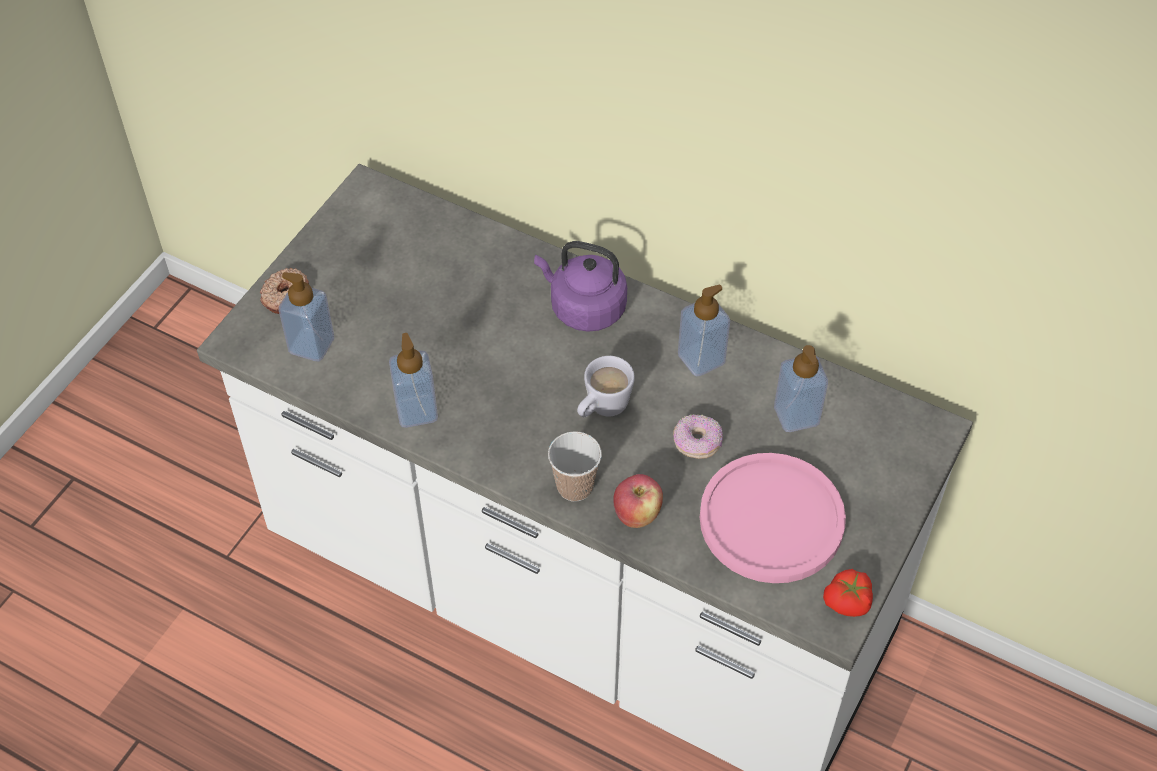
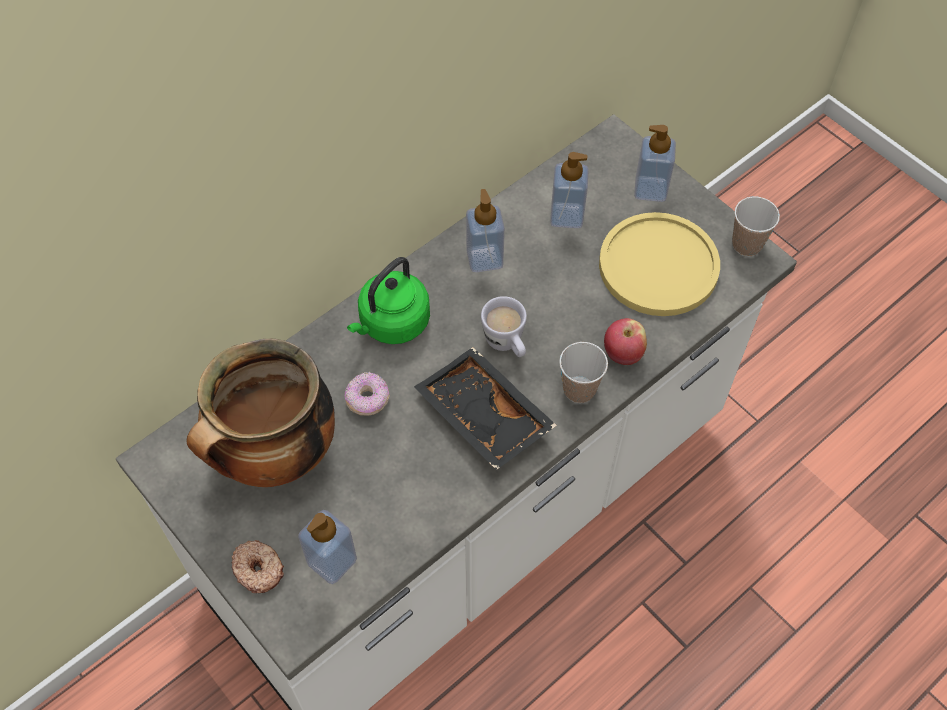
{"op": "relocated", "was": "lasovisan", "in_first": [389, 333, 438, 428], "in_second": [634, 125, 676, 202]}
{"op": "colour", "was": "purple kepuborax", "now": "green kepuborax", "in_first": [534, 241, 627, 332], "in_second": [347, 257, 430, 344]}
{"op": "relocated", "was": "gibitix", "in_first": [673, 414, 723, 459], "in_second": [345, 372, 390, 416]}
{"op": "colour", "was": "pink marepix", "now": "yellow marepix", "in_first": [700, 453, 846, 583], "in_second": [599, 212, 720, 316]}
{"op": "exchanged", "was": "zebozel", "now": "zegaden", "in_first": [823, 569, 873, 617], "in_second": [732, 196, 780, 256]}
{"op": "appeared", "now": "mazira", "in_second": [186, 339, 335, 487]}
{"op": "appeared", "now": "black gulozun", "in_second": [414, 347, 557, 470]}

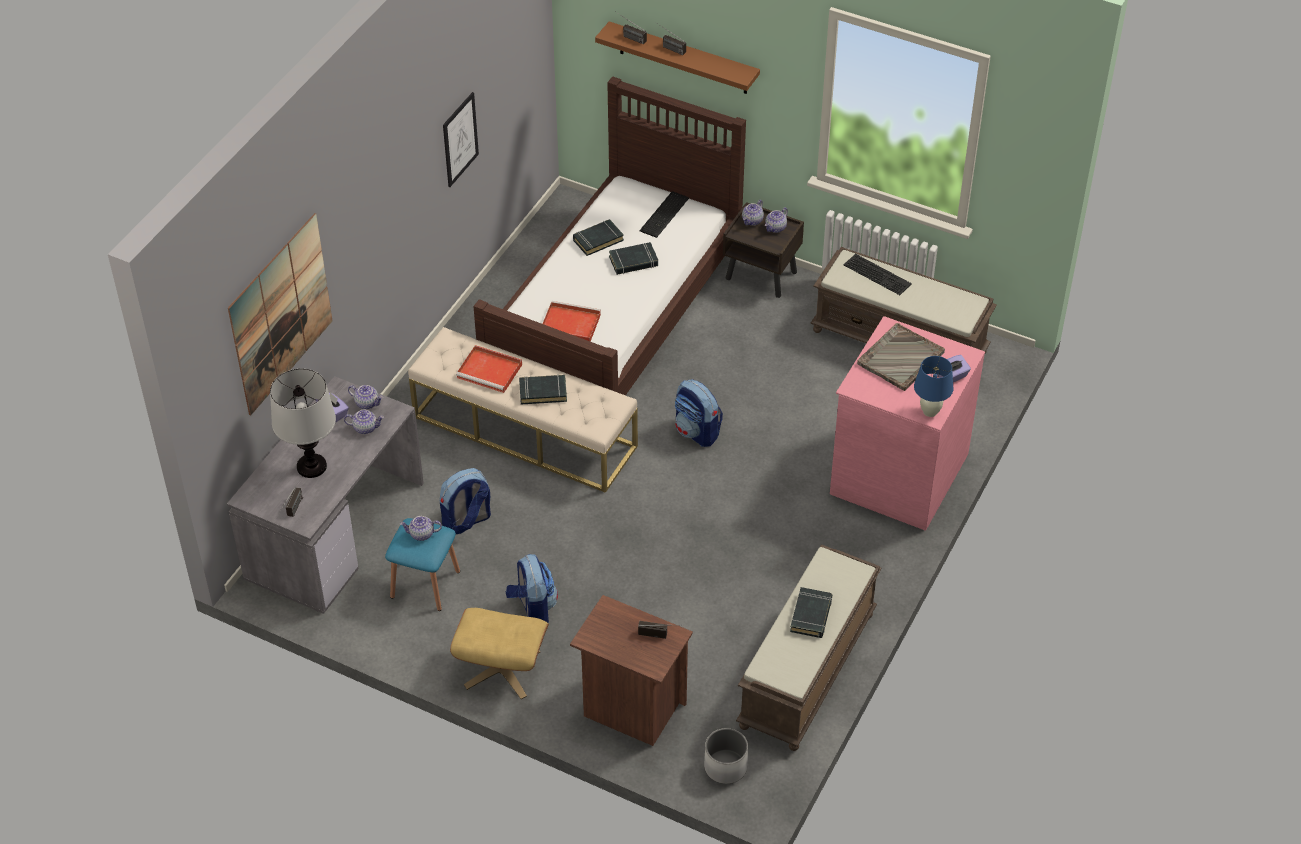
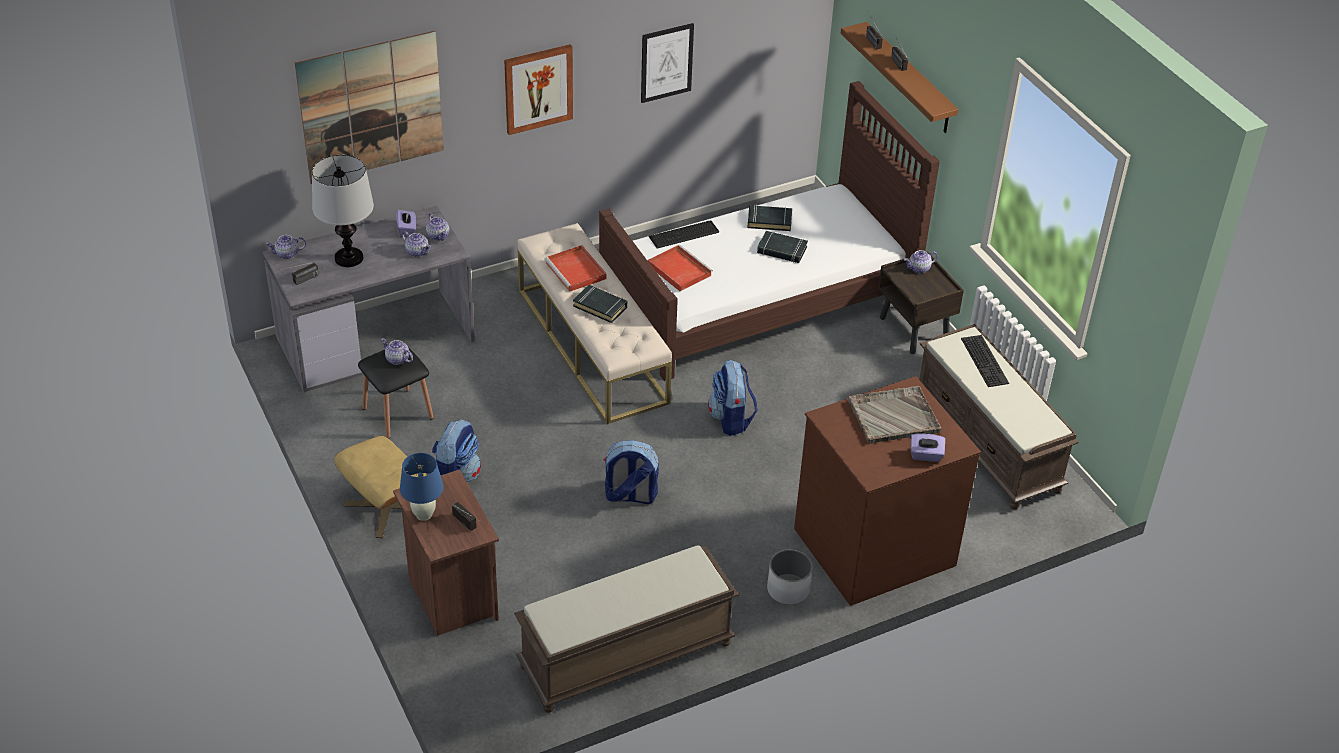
{"op": "colour", "was": "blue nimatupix", "now": "black nimatupix", "in_first": [385, 518, 460, 611], "in_second": [358, 347, 434, 439]}
{"op": "relocated", "was": "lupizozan", "in_first": [440, 468, 491, 534], "in_second": [604, 440, 659, 504]}
{"op": "relocated", "was": "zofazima", "in_first": [639, 192, 689, 238], "in_second": [649, 220, 719, 249]}
{"op": "relocated", "was": "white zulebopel", "in_first": [704, 728, 748, 784], "in_second": [767, 550, 812, 605]}
{"op": "relocated", "was": "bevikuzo", "in_first": [765, 207, 788, 233], "in_second": [265, 235, 306, 259]}
{"op": "missing", "was": "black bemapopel", "in_first": [790, 587, 832, 638]}
{"op": "colour", "was": "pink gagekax", "now": "brown gagekax", "in_first": [830, 316, 985, 530], "in_second": [794, 376, 981, 606]}
{"op": "relocated", "was": "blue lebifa", "in_first": [914, 356, 953, 417], "in_second": [400, 453, 444, 521]}
{"op": "appeared", "now": "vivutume", "in_second": [504, 44, 573, 135]}

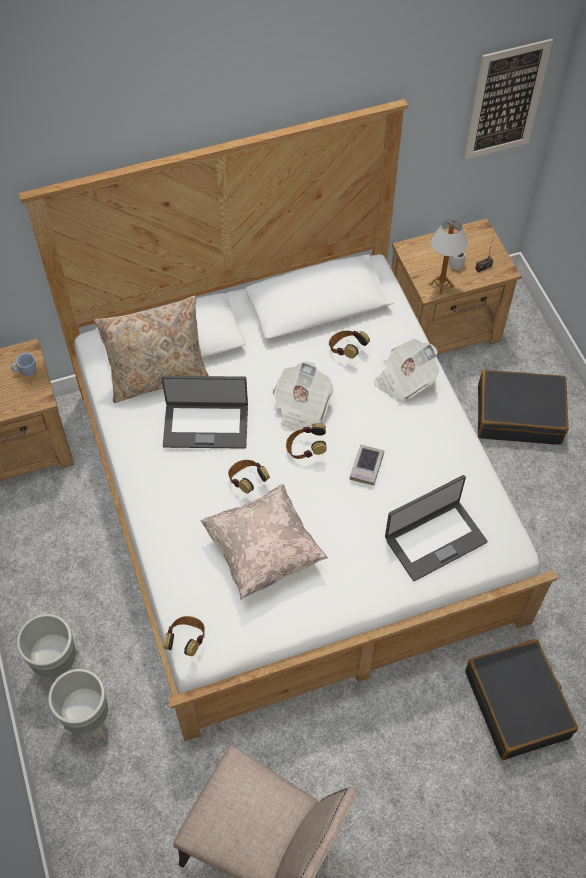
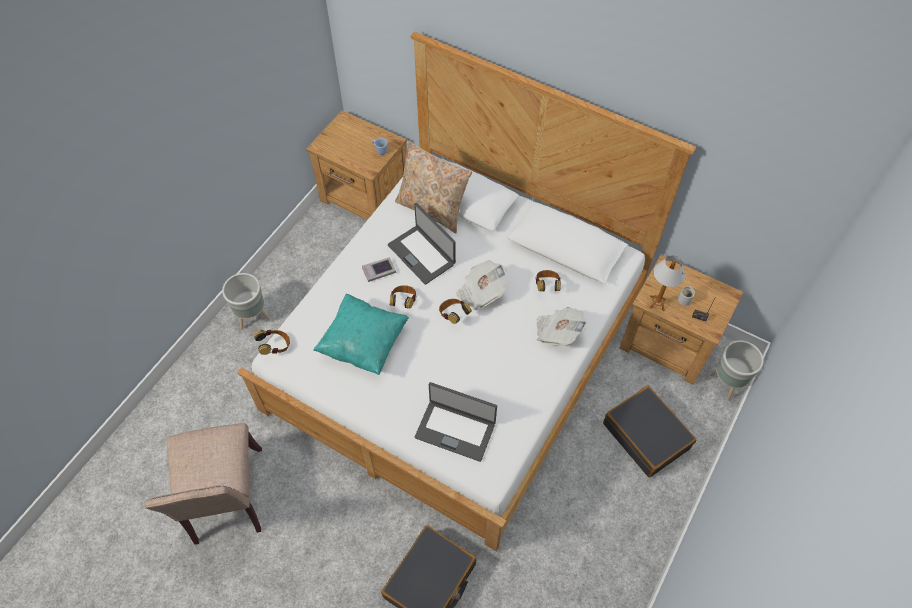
{"op": "relocated", "was": "grey zulebopel", "in_first": [48, 669, 108, 740], "in_second": [710, 340, 764, 400]}
{"op": "colour", "was": "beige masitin", "now": "turquoise masitin", "in_first": [201, 485, 328, 600], "in_second": [313, 293, 409, 375]}
{"op": "relocated", "was": "bemapopel", "in_first": [350, 445, 384, 485], "in_second": [362, 257, 396, 282]}
{"op": "missing", "was": "vivutume", "in_first": [464, 39, 553, 159]}

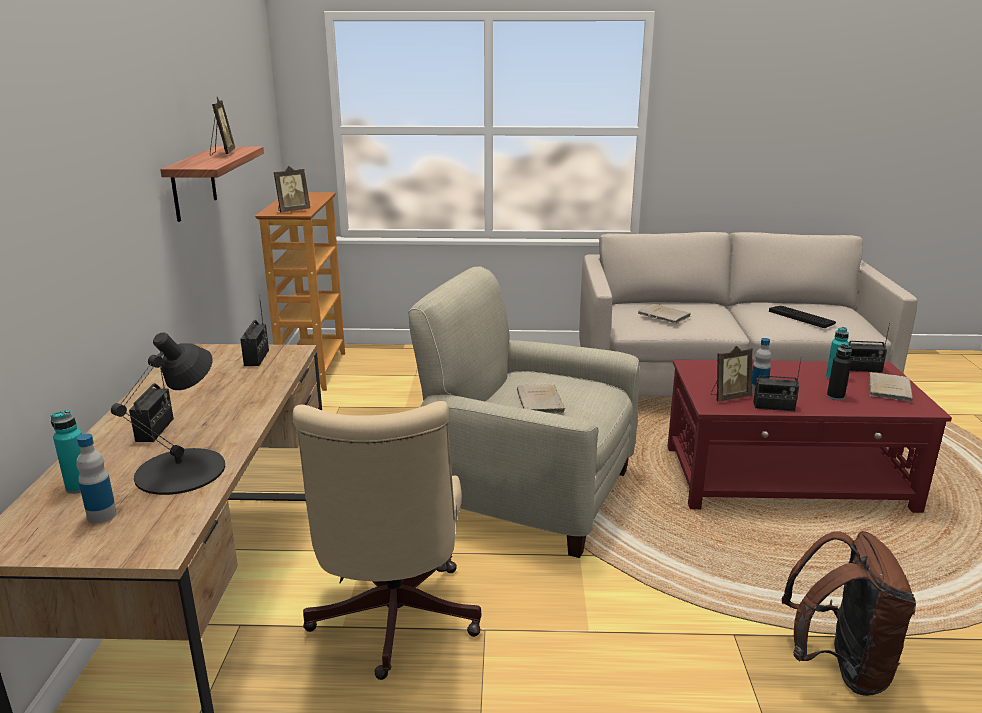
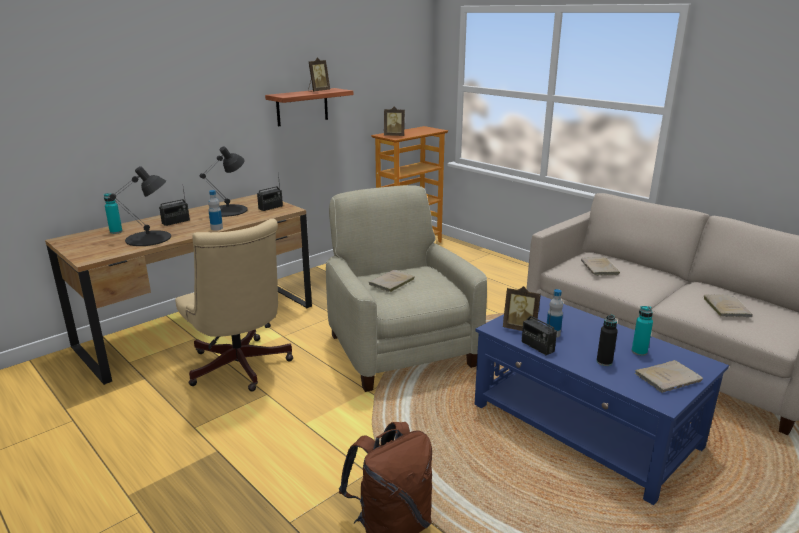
{"op": "relocated", "was": "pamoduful", "in_first": [76, 434, 117, 523], "in_second": [208, 190, 223, 231]}
{"op": "spun", "was": "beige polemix", "in_first": [293, 401, 481, 680], "in_second": [175, 218, 293, 391], "clockwise": -75}
{"op": "colour", "was": "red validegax", "now": "blue validegax", "in_first": [667, 360, 952, 513], "in_second": [475, 295, 729, 505]}
{"op": "exchanged", "was": "zofazima", "now": "beige bemapopel", "in_first": [769, 306, 836, 328], "in_second": [704, 295, 753, 317]}
{"op": "missing", "was": "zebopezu", "in_first": [849, 323, 890, 372]}
{"op": "appeared", "now": "black lebifa", "in_second": [200, 146, 248, 217]}

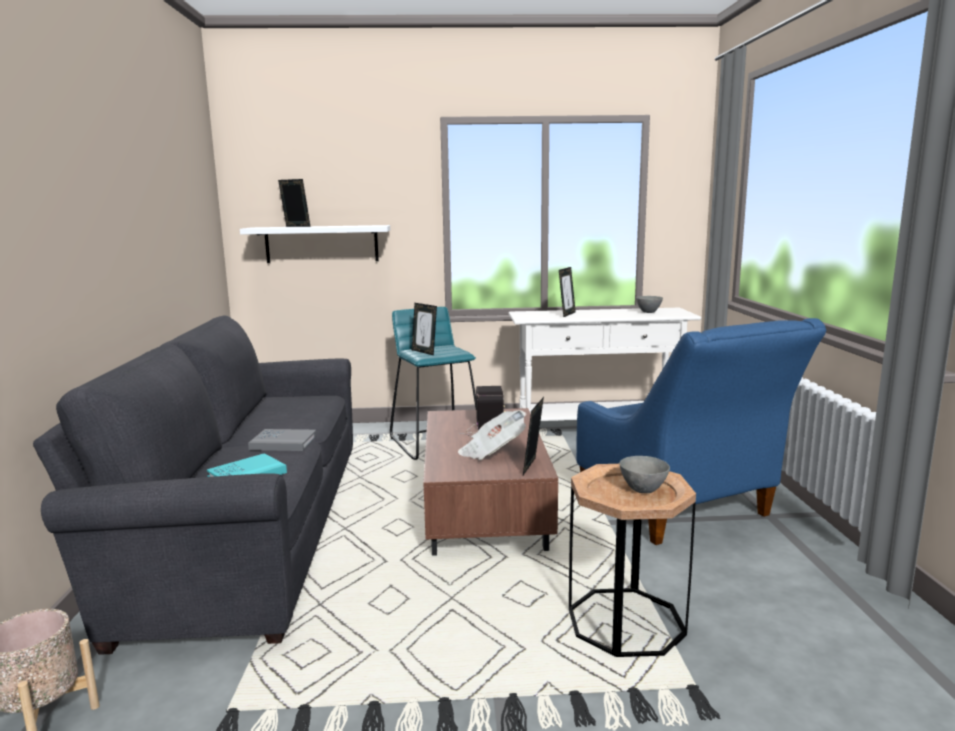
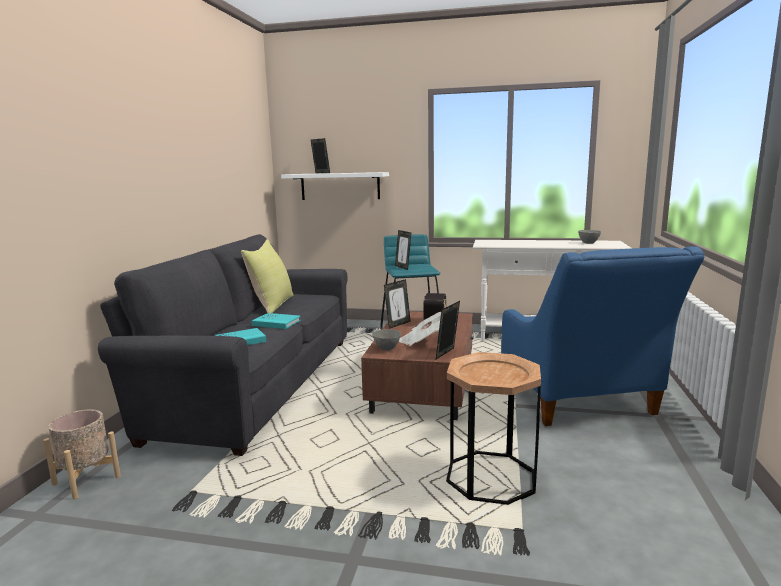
{"op": "colour", "was": "grey bemapopel", "now": "turquoise bemapopel", "in_first": [248, 429, 317, 451], "in_second": [252, 313, 301, 329]}
{"op": "relocated", "was": "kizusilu", "in_first": [559, 267, 576, 317], "in_second": [384, 279, 411, 329]}
{"op": "relocated", "was": "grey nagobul", "in_first": [619, 456, 670, 493], "in_second": [372, 329, 401, 351]}
{"op": "appeared", "now": "yellow masitin", "in_second": [241, 239, 293, 313]}

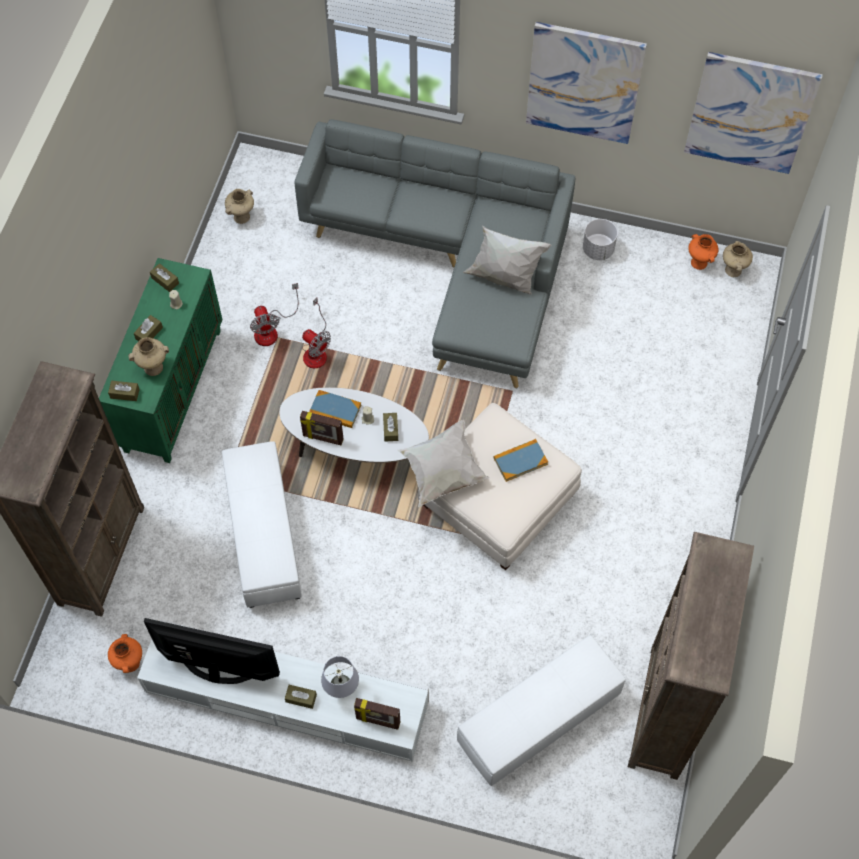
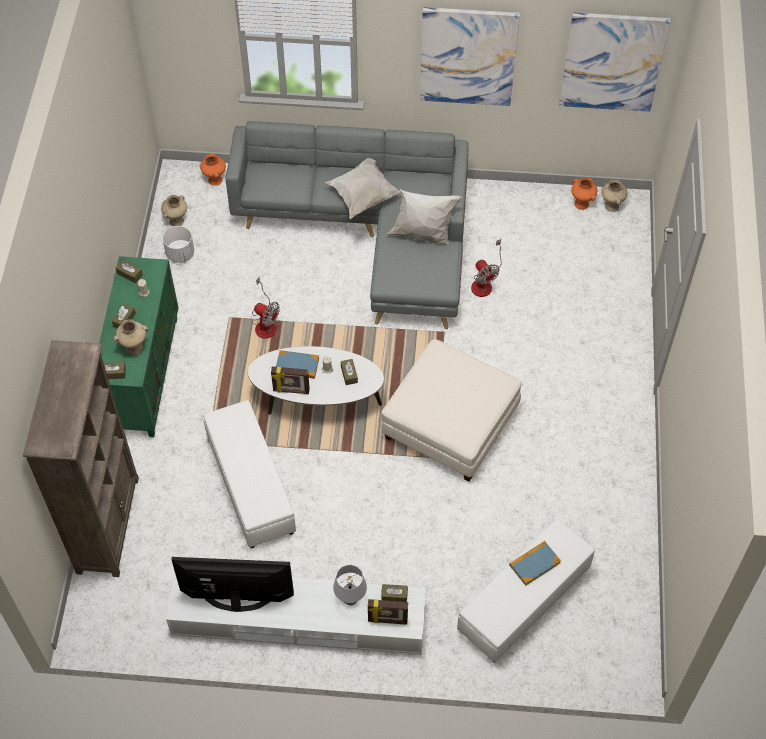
{"op": "relocated", "was": "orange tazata", "in_first": [108, 634, 142, 673], "in_second": [200, 154, 226, 186]}
{"op": "relocated", "was": "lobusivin", "in_first": [250, 283, 299, 346], "in_second": [471, 239, 502, 297]}
{"op": "relocated", "was": "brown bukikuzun", "in_first": [285, 685, 317, 709], "in_second": [381, 584, 408, 602]}
{"op": "relocated", "was": "white masitin", "in_first": [398, 420, 489, 507], "in_second": [325, 158, 400, 219]}
{"op": "relocated", "was": "bemapopel", "in_first": [493, 439, 548, 482], "in_second": [509, 541, 561, 586]}
{"op": "relocated", "was": "white zulebopel", "in_first": [583, 219, 618, 260], "in_second": [163, 226, 194, 263]}
{"op": "missing", "was": "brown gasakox", "in_first": [628, 532, 754, 780]}

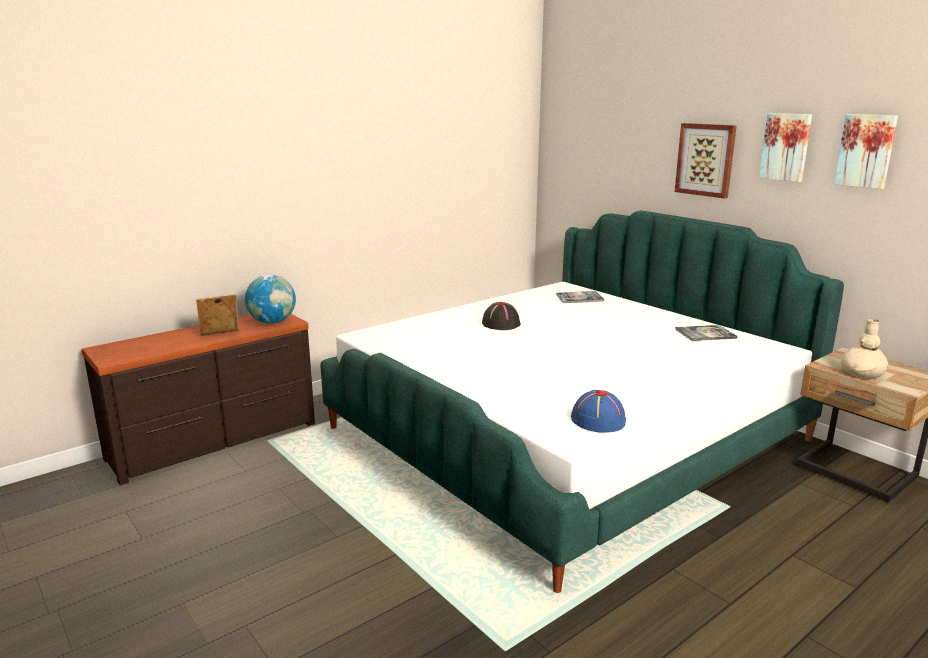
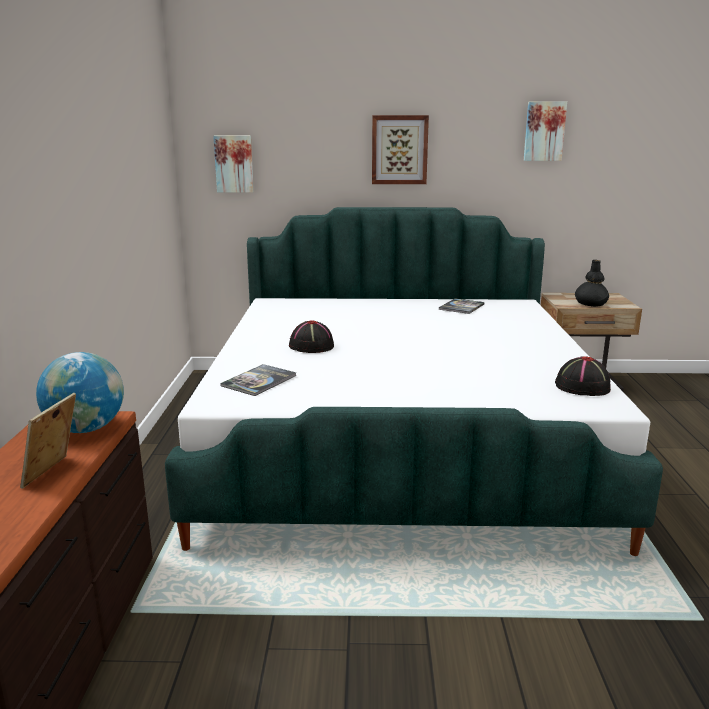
{"op": "relocated", "was": "bemapopel", "in_first": [556, 291, 604, 303], "in_second": [220, 364, 297, 396]}
{"op": "colour", "was": "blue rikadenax", "now": "black rikadenax", "in_first": [571, 390, 626, 433], "in_second": [555, 356, 611, 396]}
{"op": "relocated", "was": "vivutume", "in_first": [759, 113, 812, 182], "in_second": [213, 135, 254, 193]}
{"op": "colour", "was": "beige tazata", "now": "black tazata", "in_first": [841, 319, 888, 379], "in_second": [575, 260, 609, 307]}

